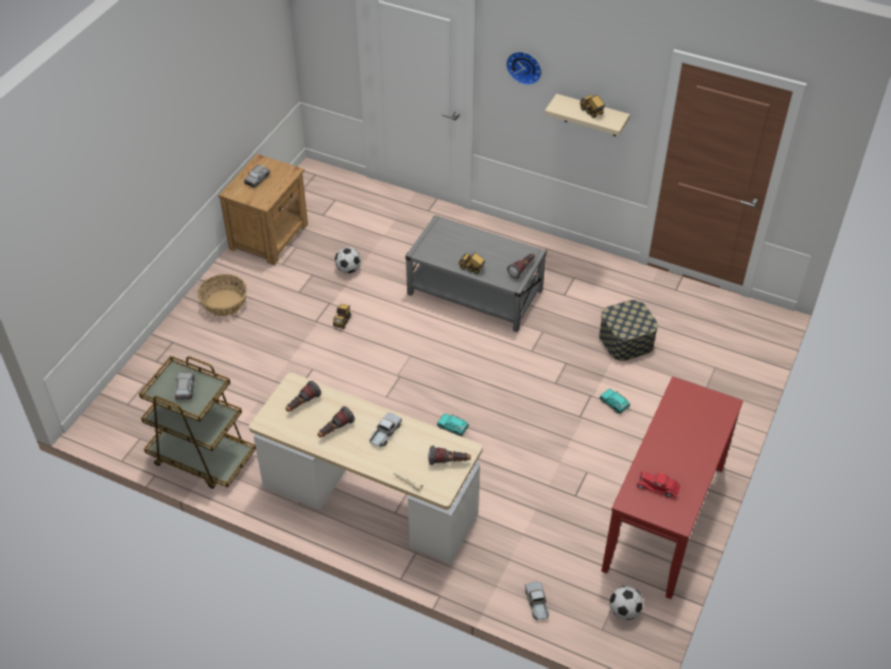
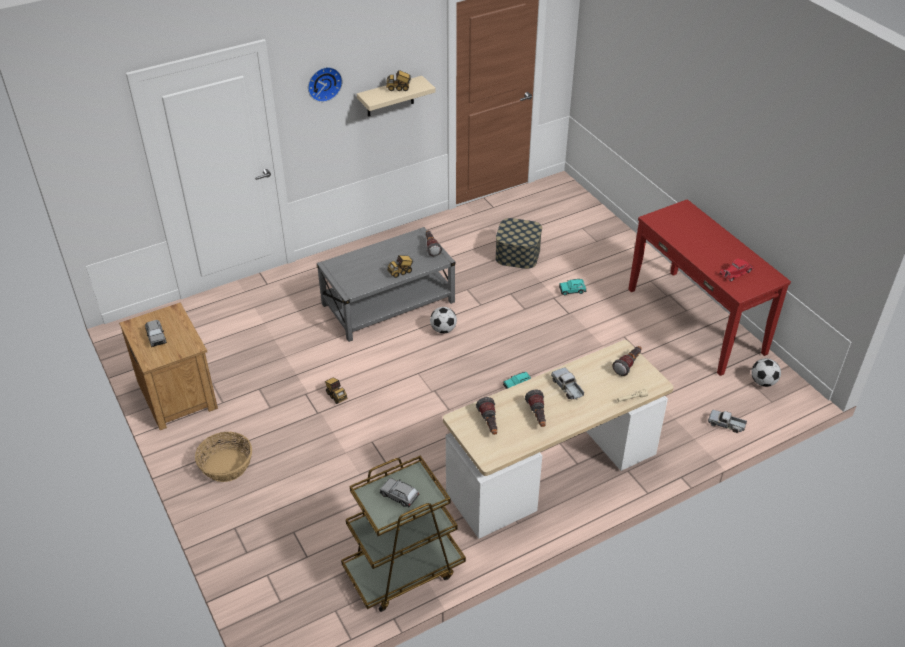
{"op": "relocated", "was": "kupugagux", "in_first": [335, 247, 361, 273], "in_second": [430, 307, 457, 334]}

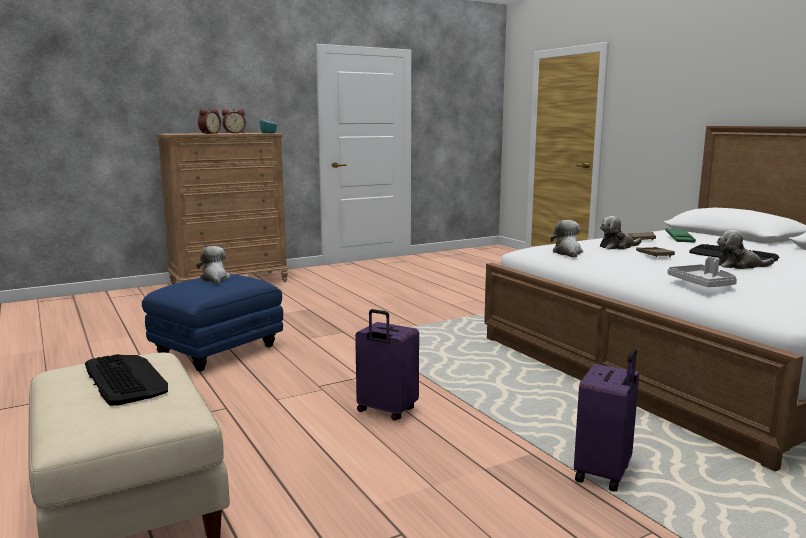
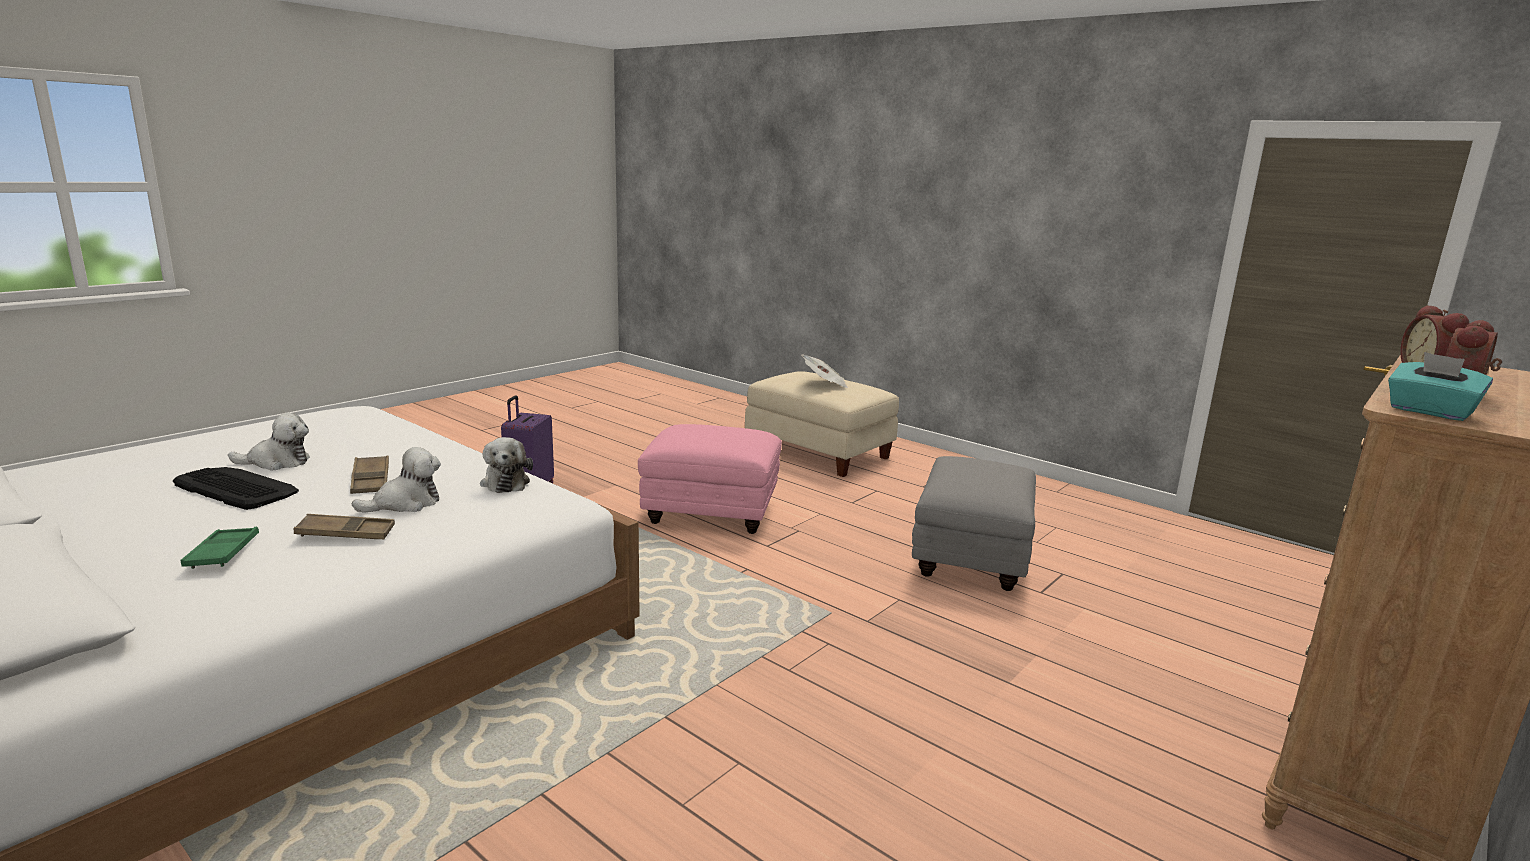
{"op": "exchanged", "was": "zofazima", "now": "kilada", "in_first": [85, 354, 168, 406], "in_second": [801, 354, 848, 388]}
{"op": "colour", "was": "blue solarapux", "now": "grey solarapux", "in_first": [142, 274, 283, 372], "in_second": [912, 456, 1036, 591]}
{"op": "missing", "was": "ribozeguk", "in_first": [197, 246, 231, 284]}
{"op": "exchanged", "was": "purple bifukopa", "now": "pink solarapux", "in_first": [355, 309, 419, 421], "in_second": [638, 424, 782, 534]}
{"op": "missing", "was": "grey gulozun", "in_first": [668, 257, 737, 287]}

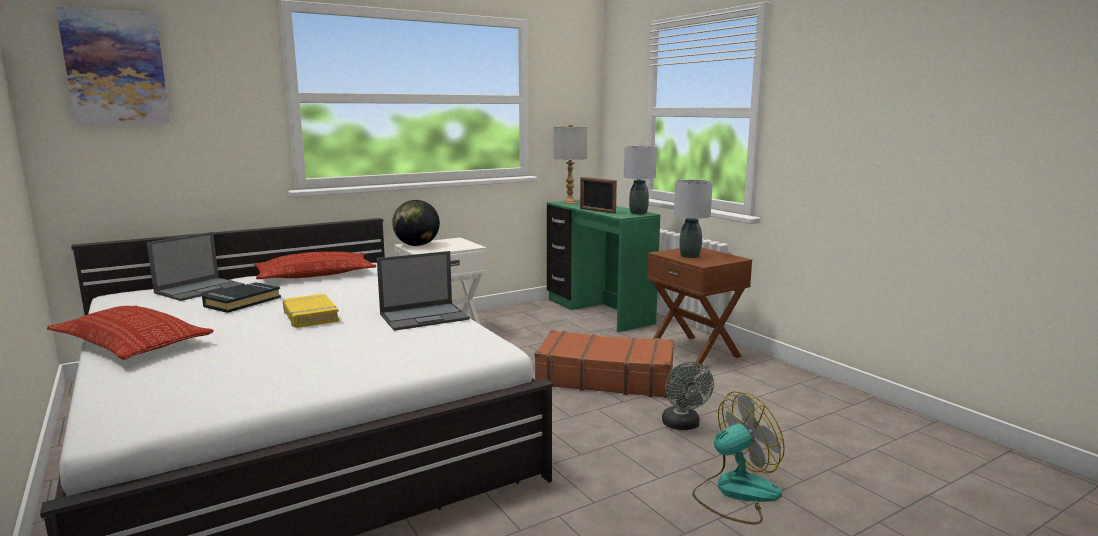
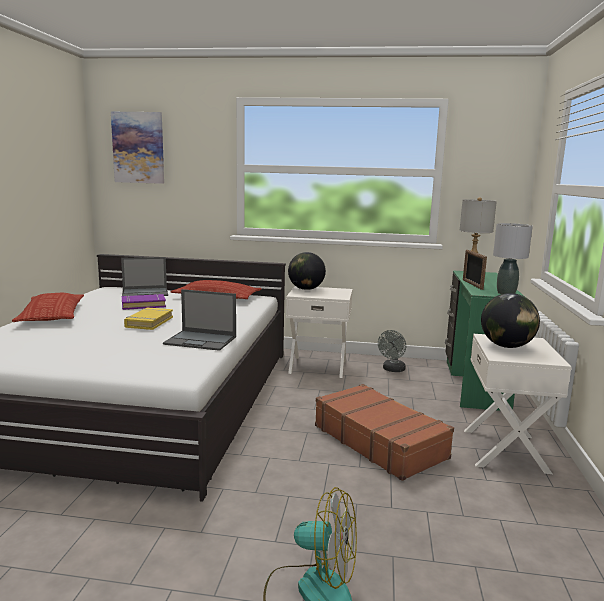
{"op": "colour", "was": "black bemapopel", "now": "purple bemapopel", "in_first": [202, 282, 281, 313], "in_second": [122, 294, 166, 310]}
{"op": "colour", "was": "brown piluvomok", "now": "white piluvomok", "in_first": [647, 248, 752, 369], "in_second": [464, 334, 572, 474]}
{"op": "relocated", "was": "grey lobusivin", "in_first": [662, 362, 714, 430], "in_second": [378, 330, 406, 372]}
{"op": "exchanged", "was": "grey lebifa", "now": "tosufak", "in_first": [674, 180, 713, 258], "in_second": [481, 293, 540, 348]}

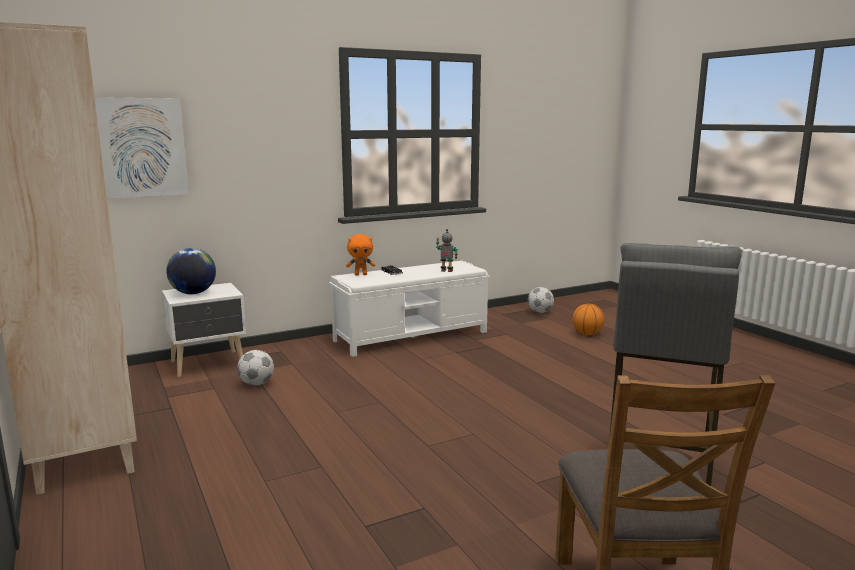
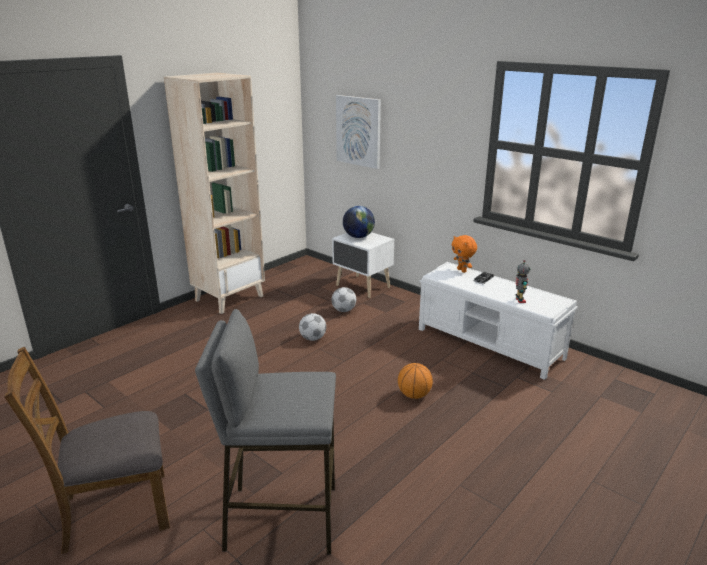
{"op": "relocated", "was": "kupugagux", "in_first": [528, 287, 554, 313], "in_second": [299, 313, 326, 341]}
{"op": "relocated", "was": "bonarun", "in_first": [572, 303, 605, 335], "in_second": [398, 363, 433, 399]}

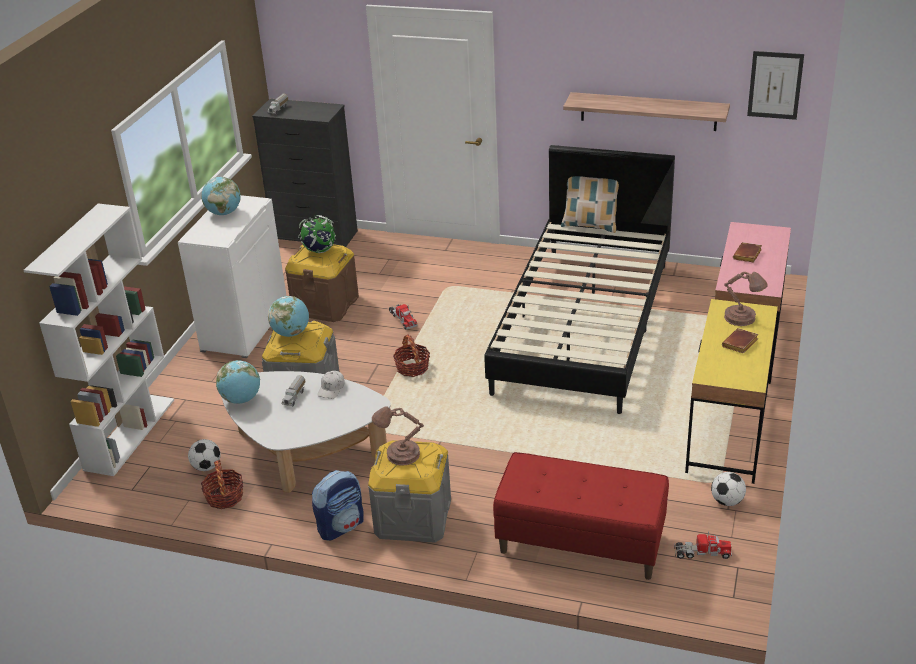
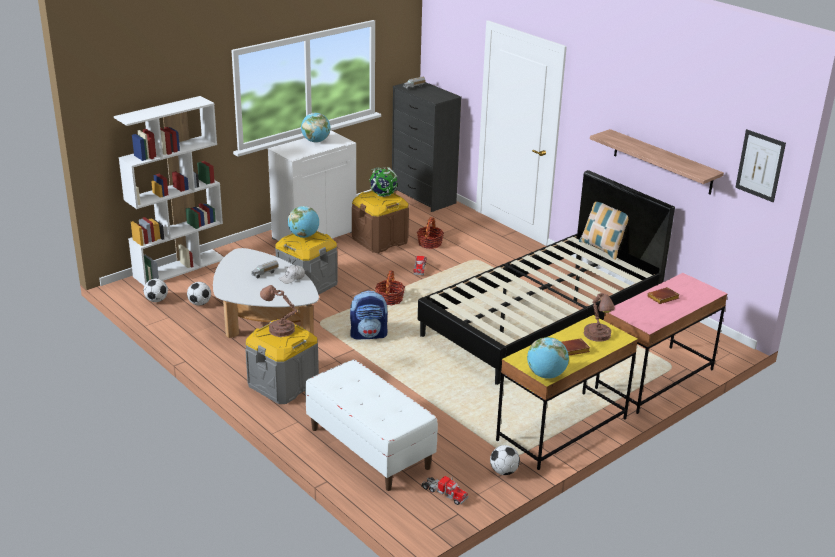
{"op": "relocated", "was": "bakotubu", "in_first": [201, 460, 243, 509], "in_second": [417, 217, 444, 249]}
{"op": "relocated", "was": "tosufak", "in_first": [216, 360, 260, 404], "in_second": [527, 337, 569, 379]}
{"op": "relocated", "was": "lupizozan", "in_first": [312, 470, 364, 541], "in_second": [350, 291, 388, 339]}
{"op": "colour", "was": "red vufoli", "now": "white vufoli", "in_first": [493, 452, 669, 580], "in_second": [305, 360, 438, 491]}
{"op": "appeared", "now": "kupugagux", "in_second": [144, 279, 168, 302]}

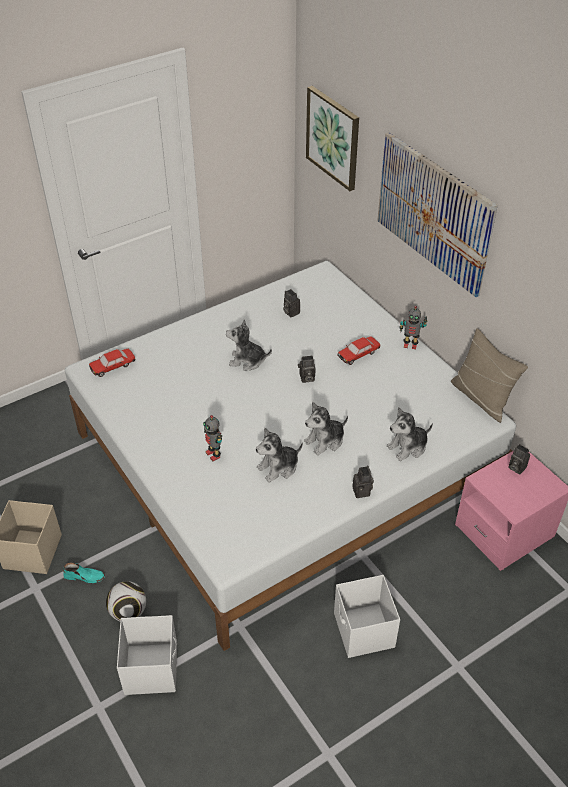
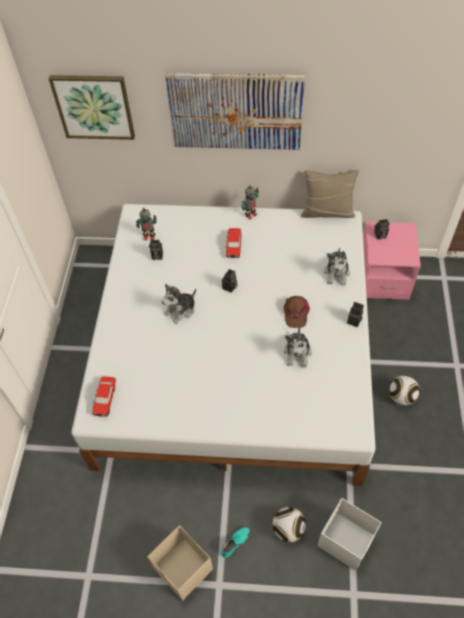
{"op": "relocated", "was": "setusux", "in_first": [203, 415, 222, 461], "in_second": [136, 208, 157, 240]}
{"op": "exchanged", "was": "ribozeguk", "now": "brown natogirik", "in_first": [304, 402, 348, 455], "in_second": [283, 296, 310, 328]}
{"op": "exchanged", "was": "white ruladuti", "now": "kupugagux", "in_first": [334, 575, 400, 658], "in_second": [389, 375, 420, 405]}

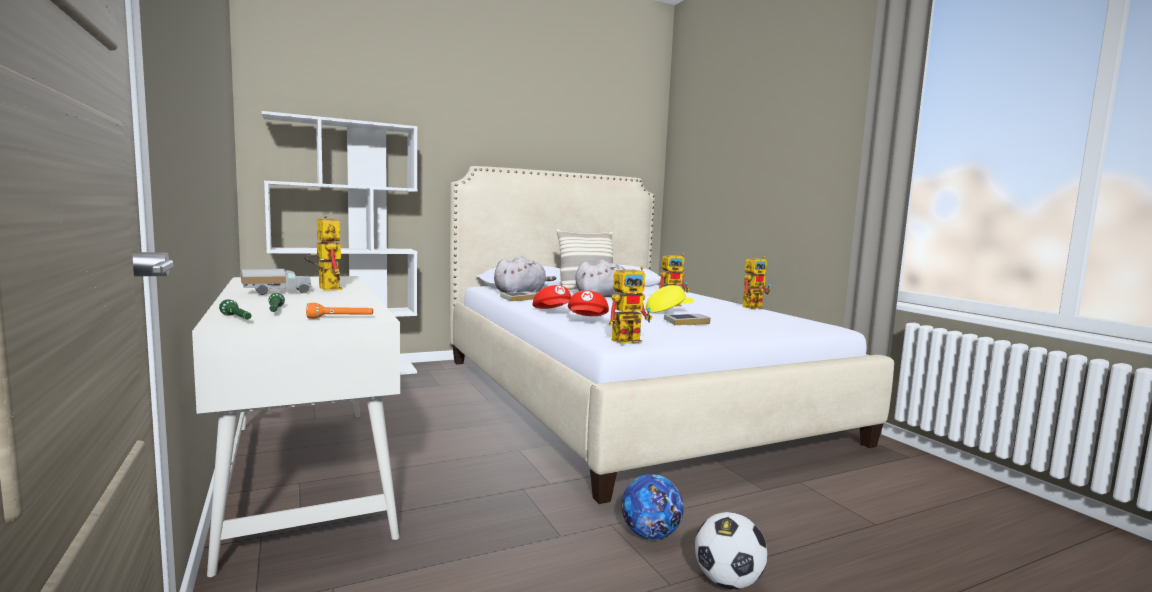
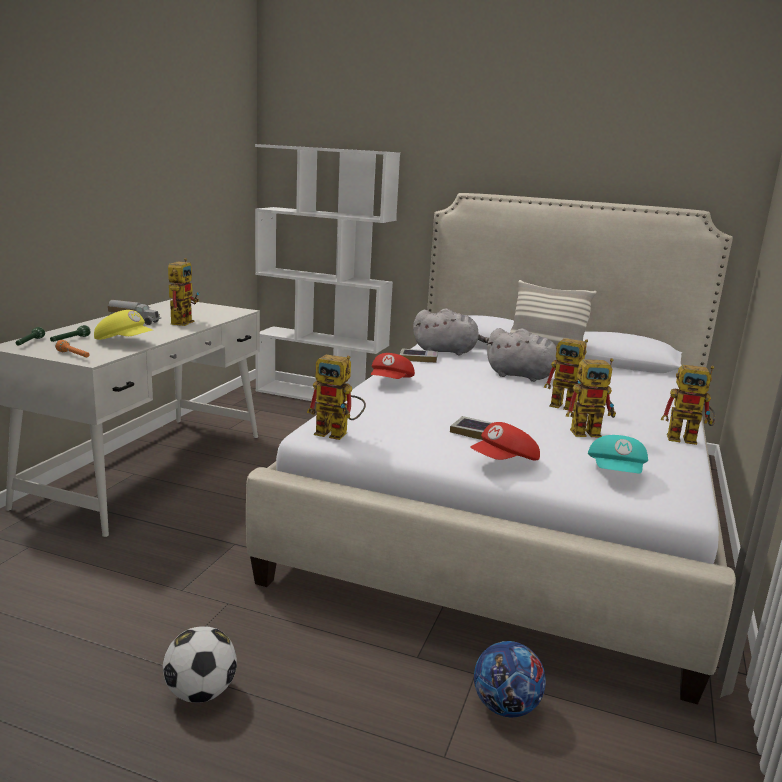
{"op": "relocated", "was": "red natogirik", "in_first": [568, 290, 609, 316], "in_second": [470, 422, 540, 461]}
{"op": "relocated", "was": "kupugagux", "in_first": [622, 474, 684, 539], "in_second": [474, 641, 546, 718]}
{"op": "relocated", "was": "yellow natogirik", "in_first": [646, 285, 694, 313], "in_second": [94, 310, 153, 340]}
{"op": "appeared", "now": "setusux", "in_second": [566, 358, 616, 438]}
{"op": "appeared", "now": "turquoise natogirik", "in_second": [588, 435, 648, 474]}

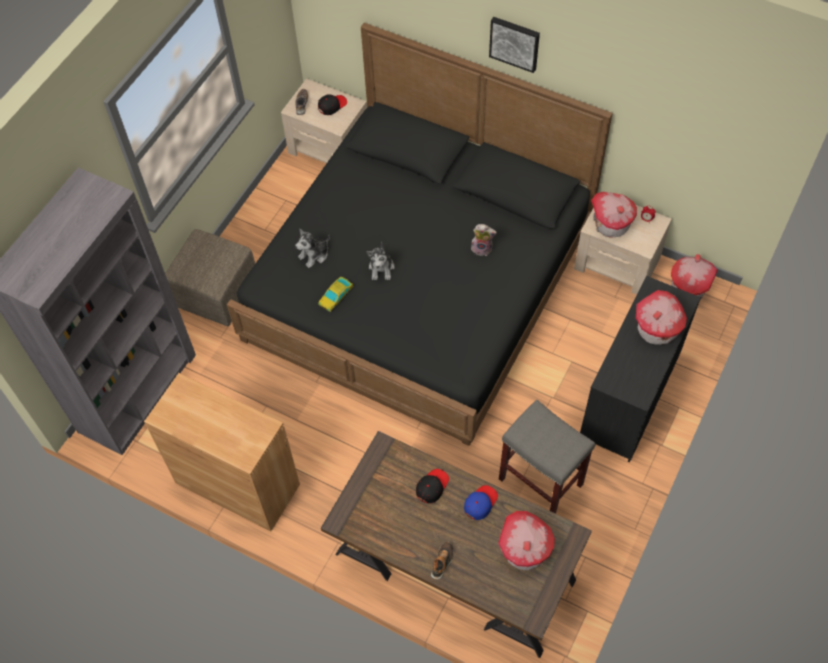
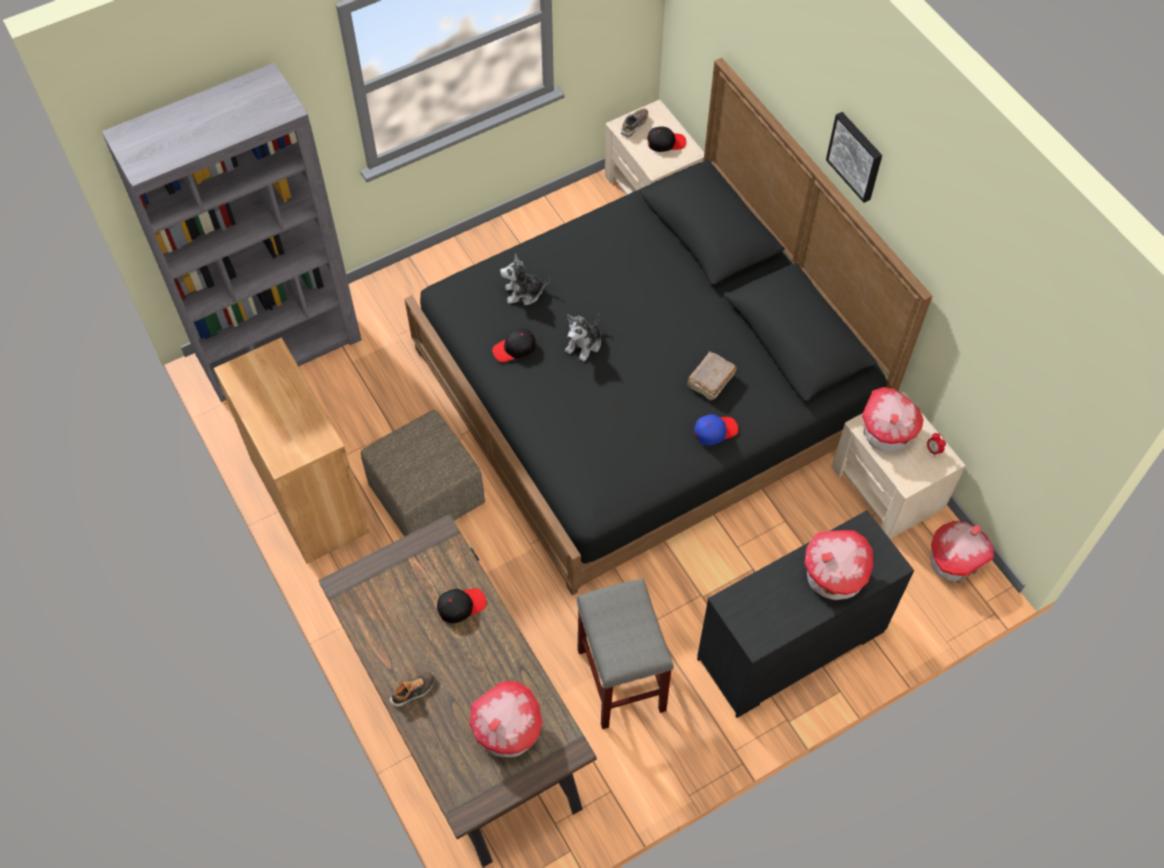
{"op": "relocated", "was": "beige solarapux", "in_first": [165, 229, 255, 327], "in_second": [361, 410, 485, 537]}
{"op": "exchanged", "was": "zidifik", "now": "black natogirik", "in_first": [318, 277, 354, 312], "in_second": [492, 328, 536, 362]}
{"op": "relocated", "was": "blue natogirik", "in_first": [464, 485, 498, 520], "in_second": [694, 414, 738, 445]}
{"op": "exchanged", "was": "ribozeguk", "now": "brown bemapopel", "in_first": [470, 224, 497, 256], "in_second": [687, 351, 737, 400]}

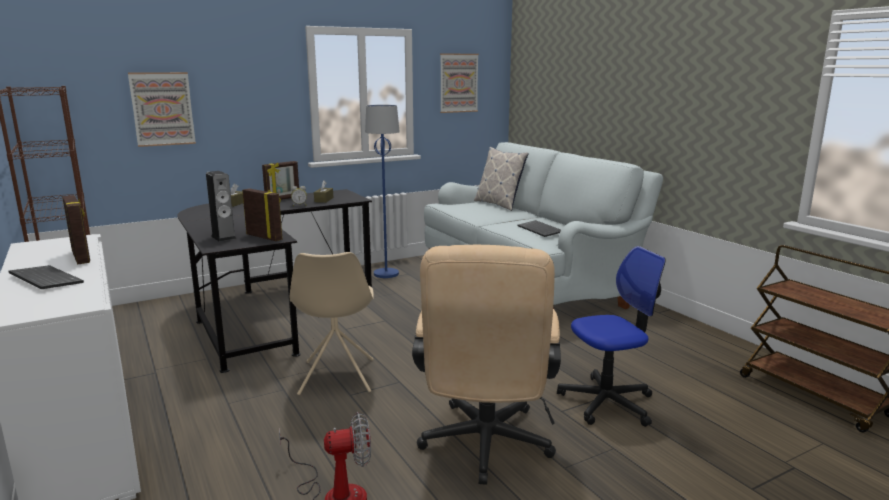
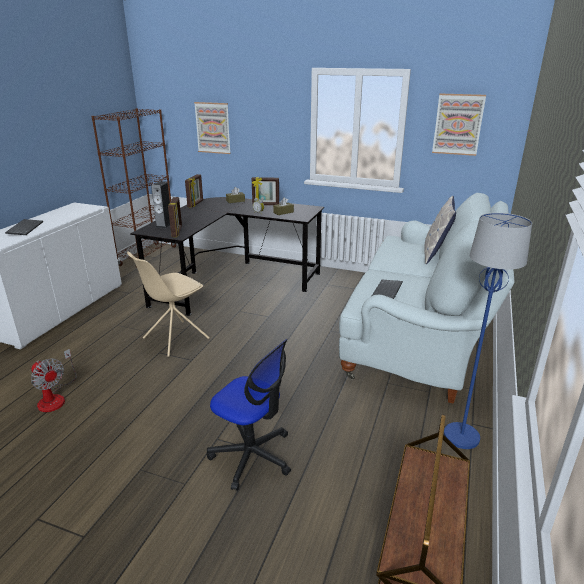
{"op": "relocated", "was": "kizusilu", "in_first": [62, 195, 90, 264], "in_second": [185, 174, 203, 208]}
{"op": "relocated", "was": "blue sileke", "in_first": [365, 105, 400, 278], "in_second": [444, 213, 532, 449]}
{"op": "missing", "was": "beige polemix", "in_first": [412, 245, 561, 485]}

